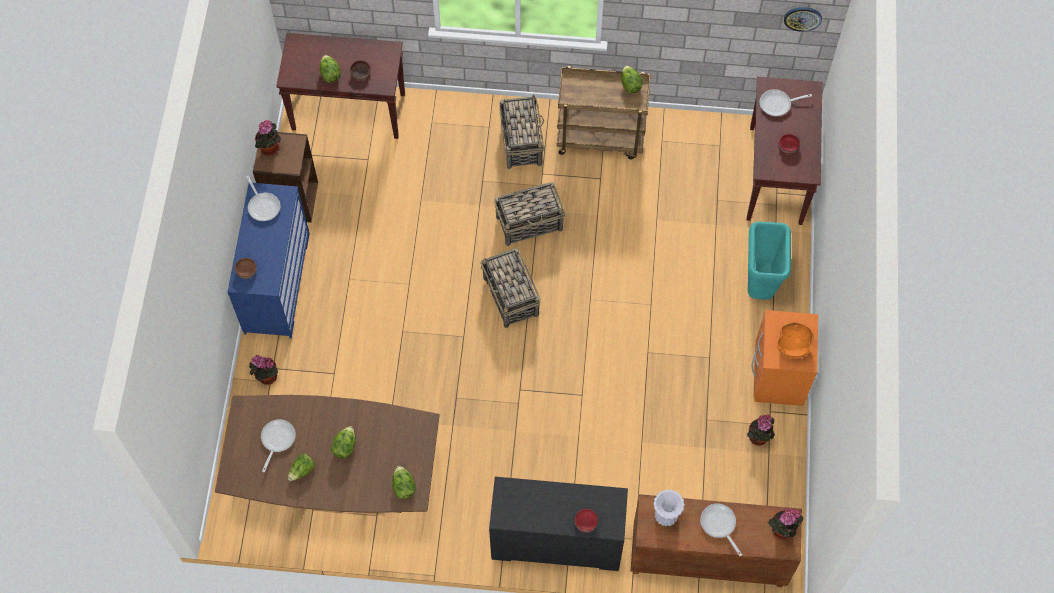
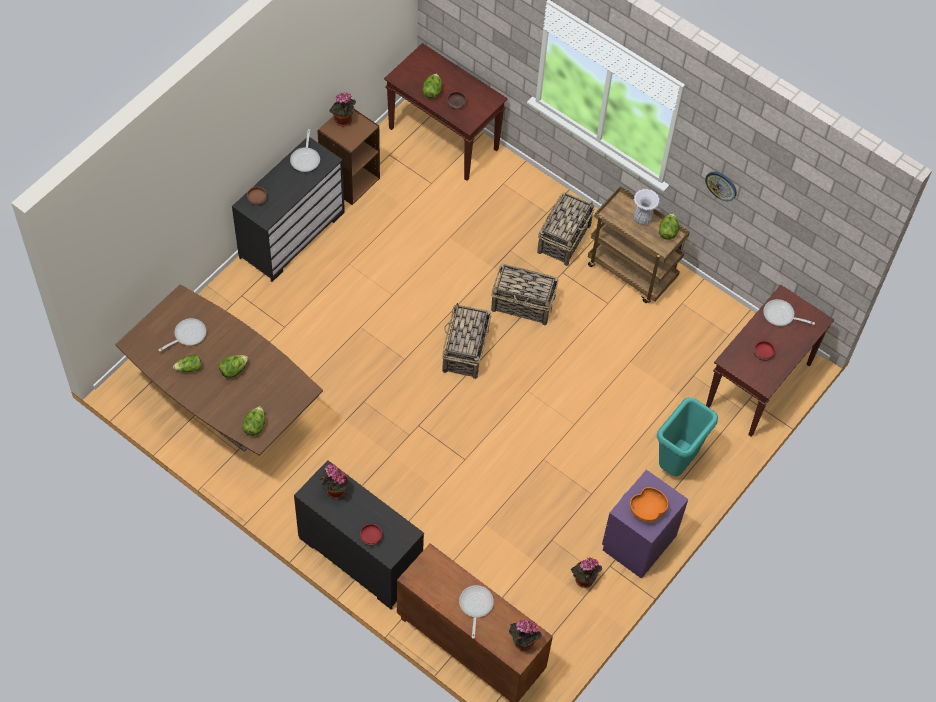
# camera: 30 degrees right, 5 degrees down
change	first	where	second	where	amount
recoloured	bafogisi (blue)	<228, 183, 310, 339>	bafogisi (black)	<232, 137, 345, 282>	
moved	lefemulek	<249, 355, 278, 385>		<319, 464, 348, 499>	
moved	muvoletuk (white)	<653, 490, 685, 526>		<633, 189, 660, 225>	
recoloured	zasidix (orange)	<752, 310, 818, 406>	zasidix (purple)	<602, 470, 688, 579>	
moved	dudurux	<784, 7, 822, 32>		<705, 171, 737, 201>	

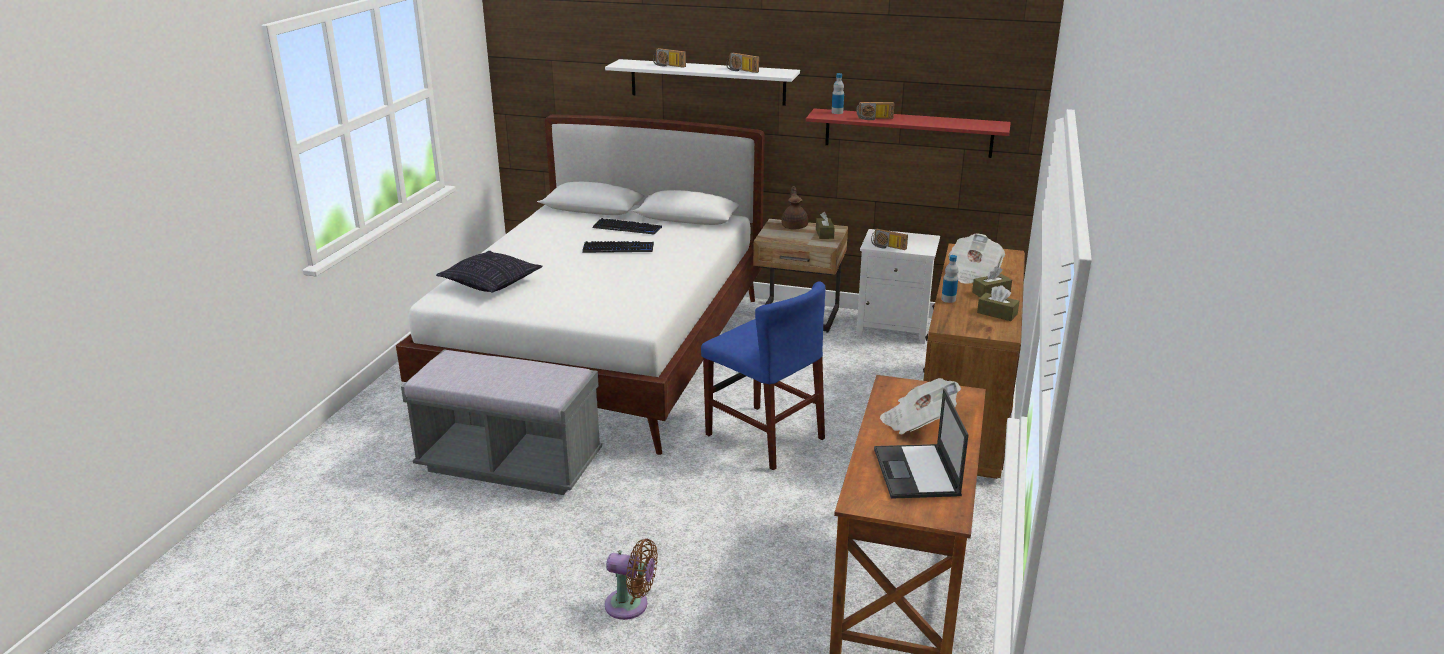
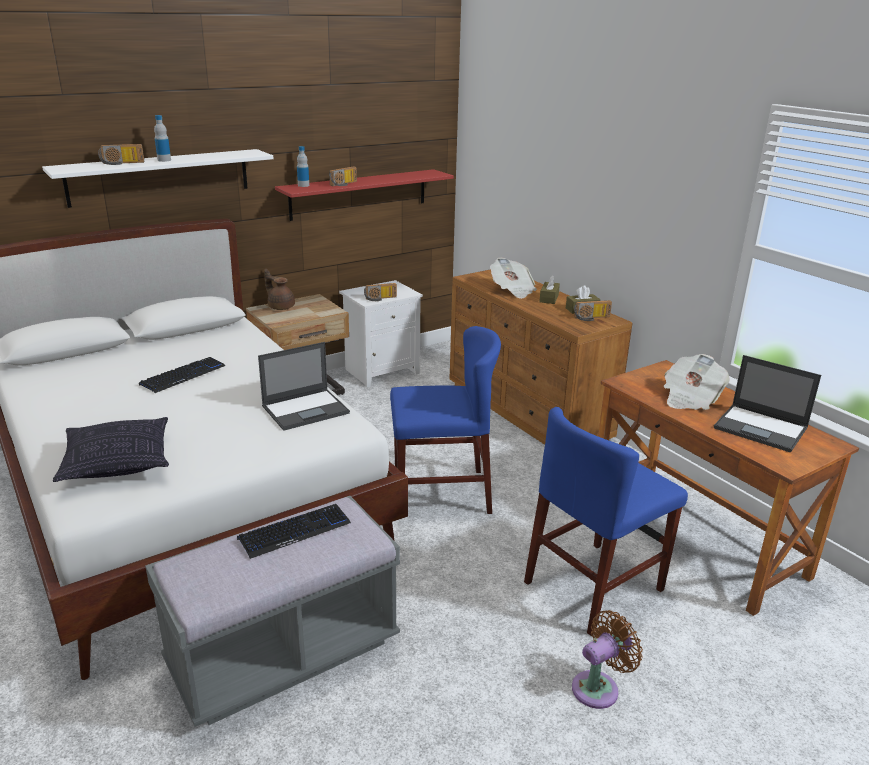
# camera: 50 degrees left, 0 degrees up
change	first	where	second	where	amount
moved	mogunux	<592, 218, 662, 234>		<237, 504, 351, 559>	
moved	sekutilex	<726, 53, 759, 73>		<574, 300, 612, 321>	
removed	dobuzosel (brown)	<816, 212, 835, 239>			
moved	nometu	<941, 255, 958, 303>		<154, 115, 171, 162>	
added			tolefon	<258, 342, 350, 431>	
added			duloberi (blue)	<524, 407, 688, 636>	

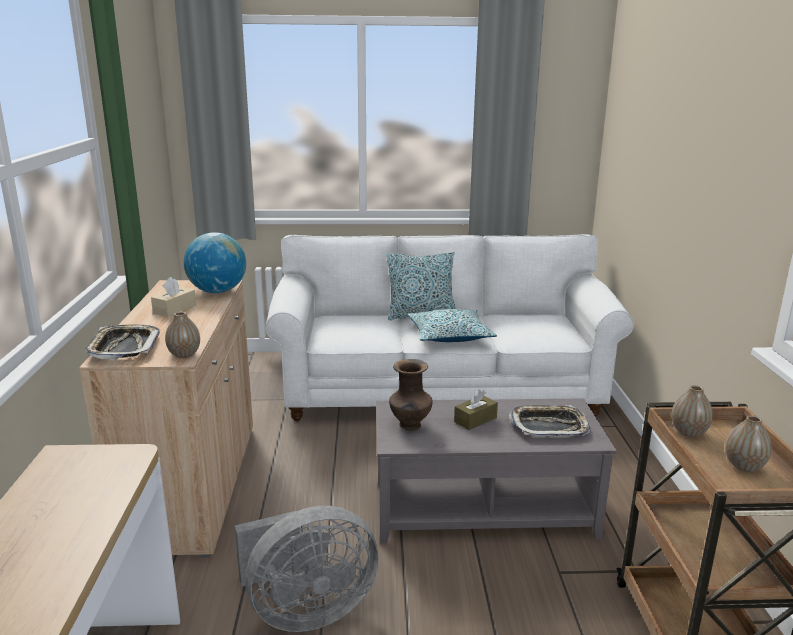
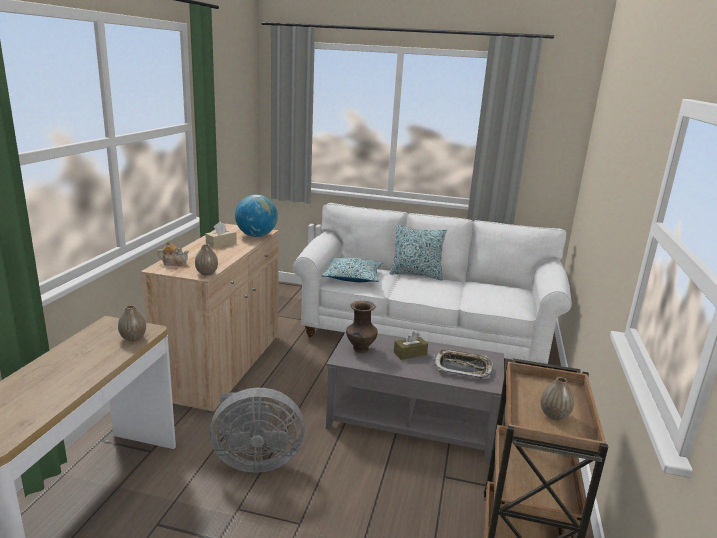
# camera: 15 degrees right, 0 degrees up
change	first	where	second	where	amount
replaced	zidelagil	<85, 325, 160, 360>	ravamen	<157, 241, 189, 266>	
moved	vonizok	<408, 309, 497, 342>		<322, 258, 383, 282>	
moved	muvoletuk	<672, 385, 713, 437>		<118, 305, 146, 341>	

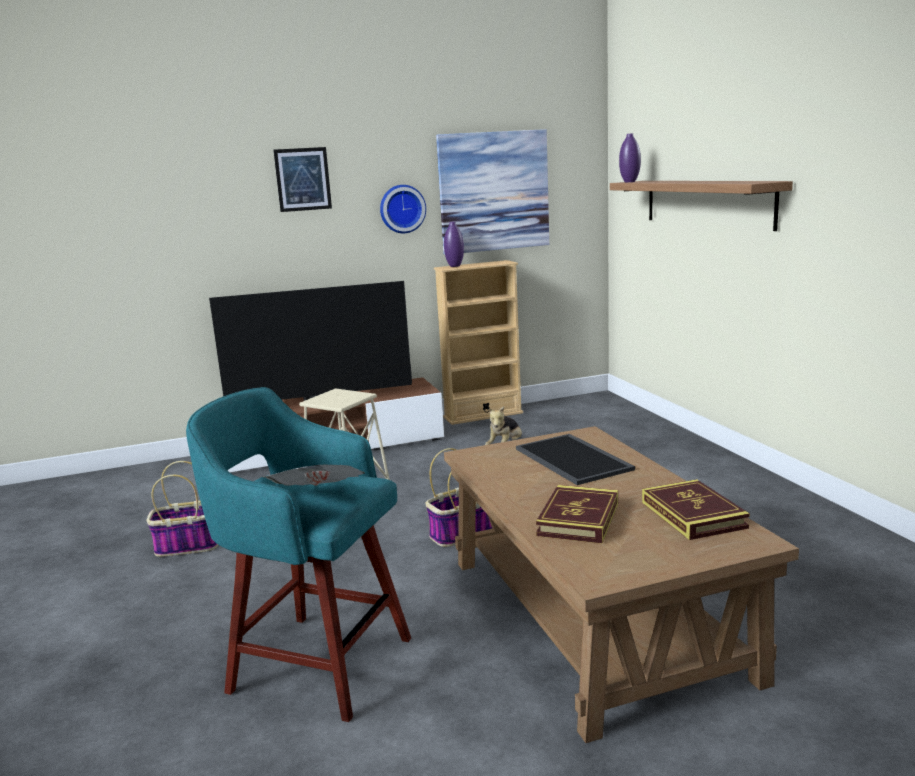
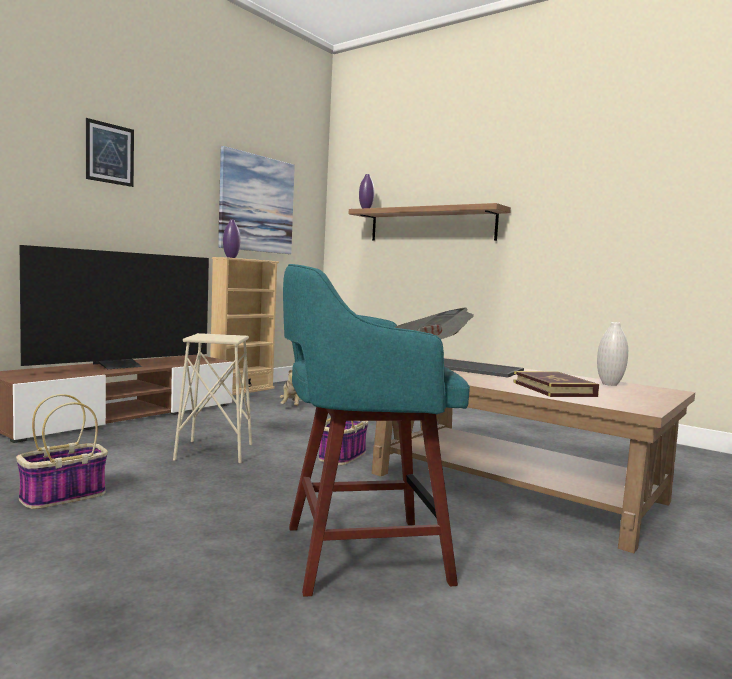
# camera: 35 degrees left, 10 degrees down
change	first	where	second	where	amount
removed	dudurux	<380, 185, 426, 233>			
replaced	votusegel	<642, 479, 750, 540>	muvoletuk (white)	<597, 322, 628, 386>	

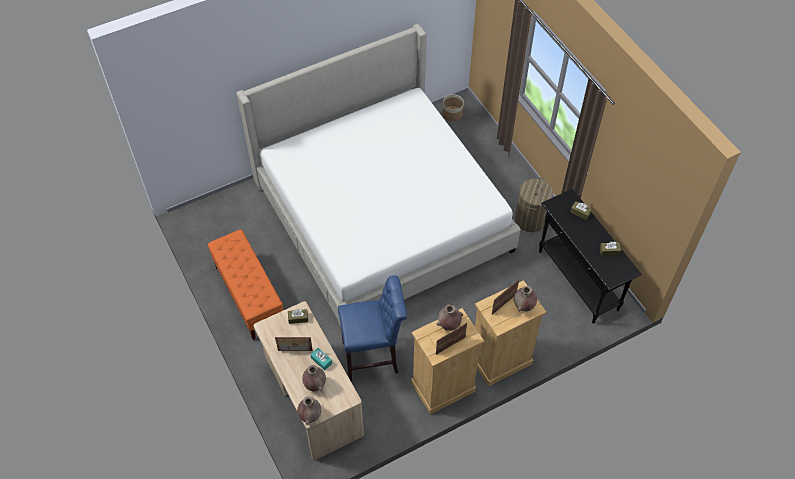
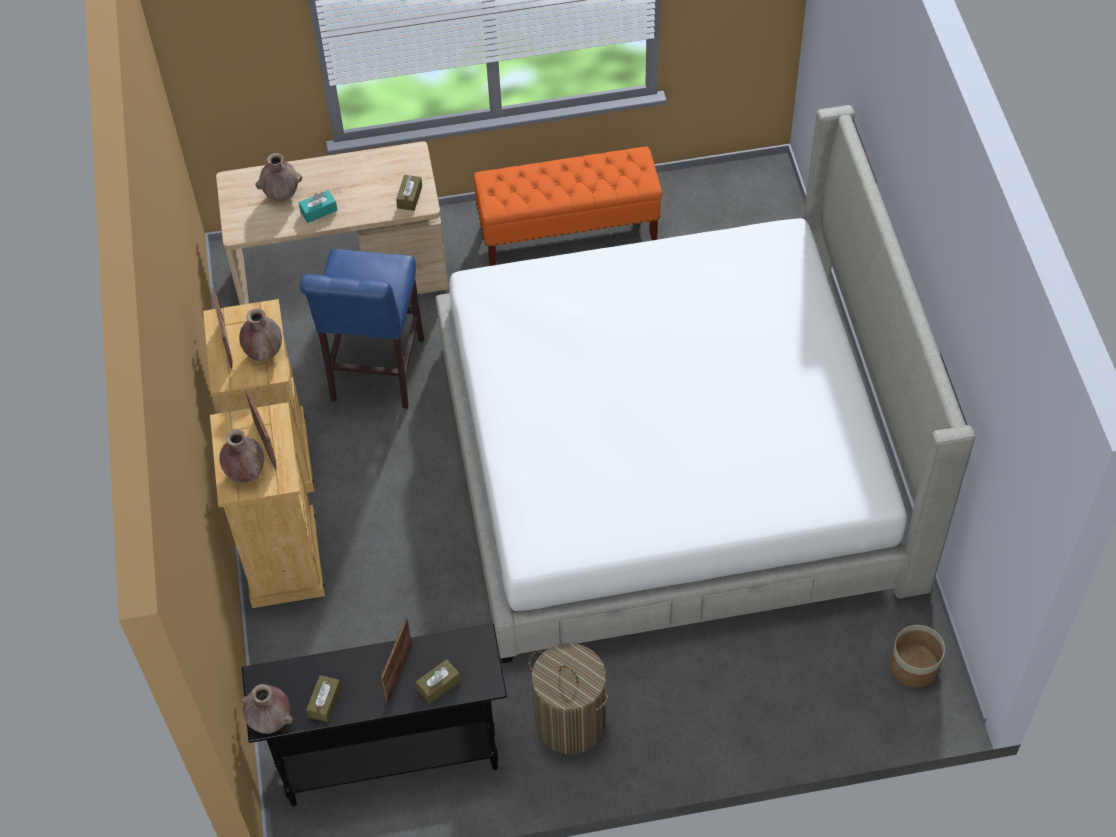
# camera: 110 degrees right, 0 degrees up
change	first	where	second	where	amount
moved	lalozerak	<275, 337, 313, 351>		<381, 618, 412, 704>	
moved	muvoletuk (brown)	<297, 396, 321, 425>		<241, 684, 293, 734>	

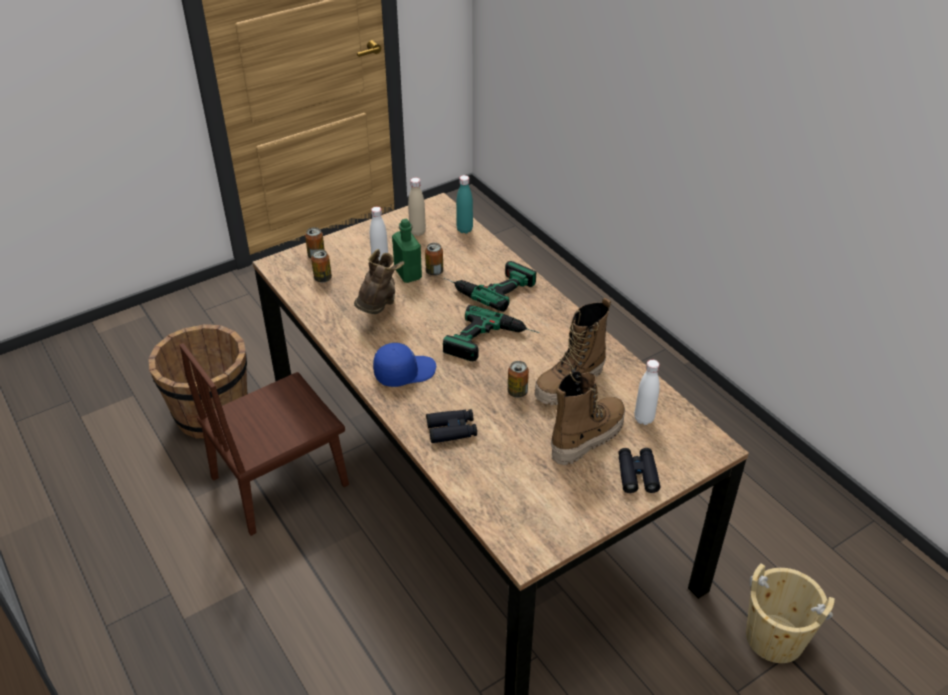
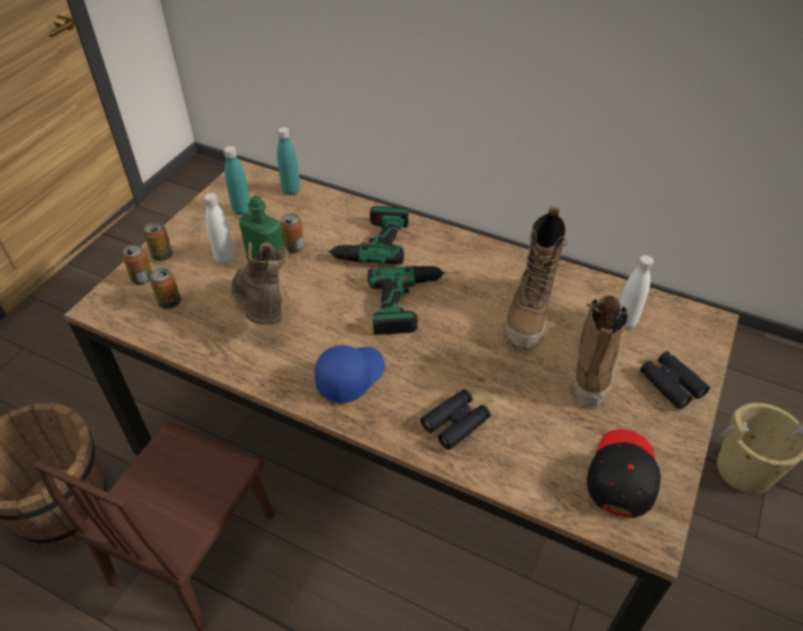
# camera: 30 degrees left, 5 degrees up
change	first	where	second	where	amount
recoloured	nometu (beige)	<408, 178, 426, 236>	nometu (turquoise)	<223, 146, 250, 215>	
moved	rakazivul	<508, 361, 529, 398>		<144, 222, 173, 261>	
added			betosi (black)	<587, 429, 661, 518>	

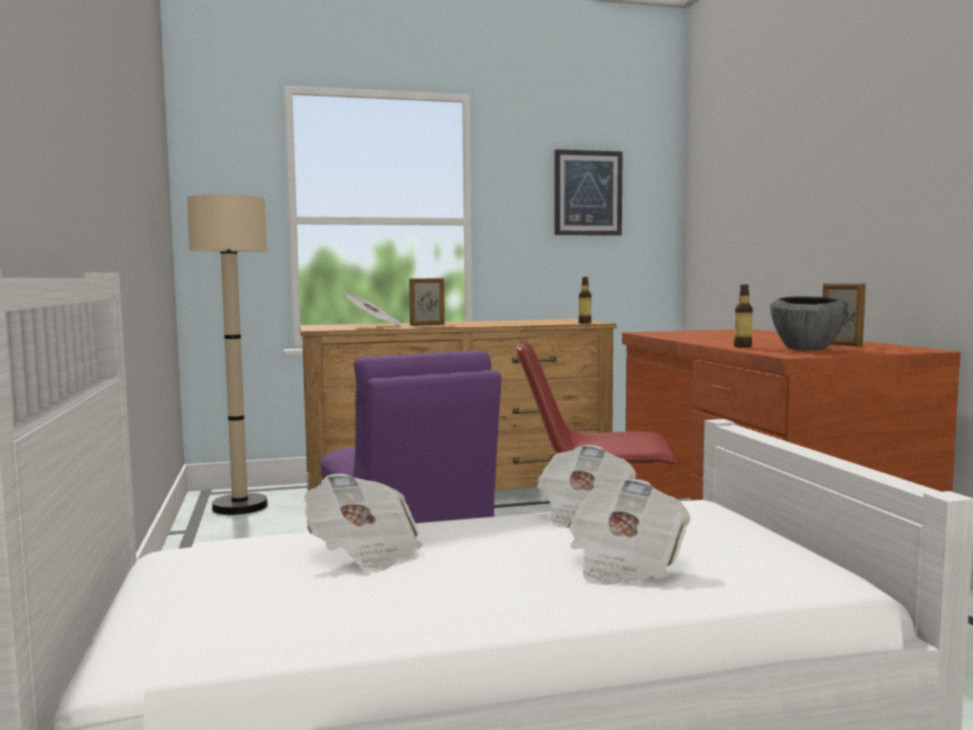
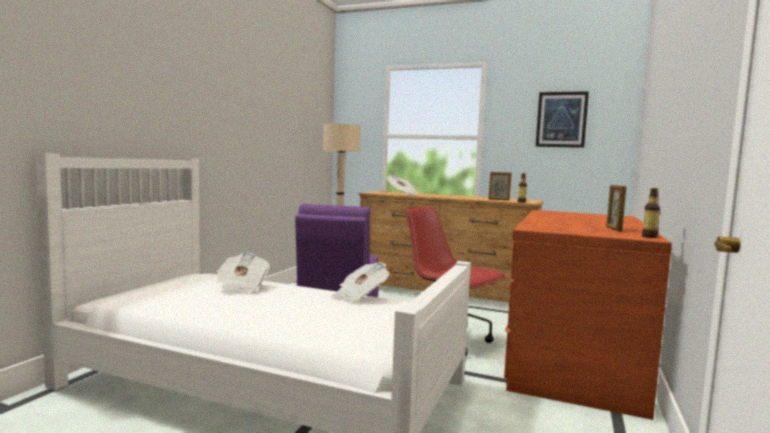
# camera: 35 degrees right, 0 degrees up
change	first	where	second	where	amount
moved	lalozerak	<409, 278, 445, 326>		<488, 172, 511, 200>	
removed	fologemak	<568, 479, 690, 585>			
moved	nometu	<734, 284, 753, 348>		<642, 188, 660, 238>	
removed	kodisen	<770, 296, 847, 350>			

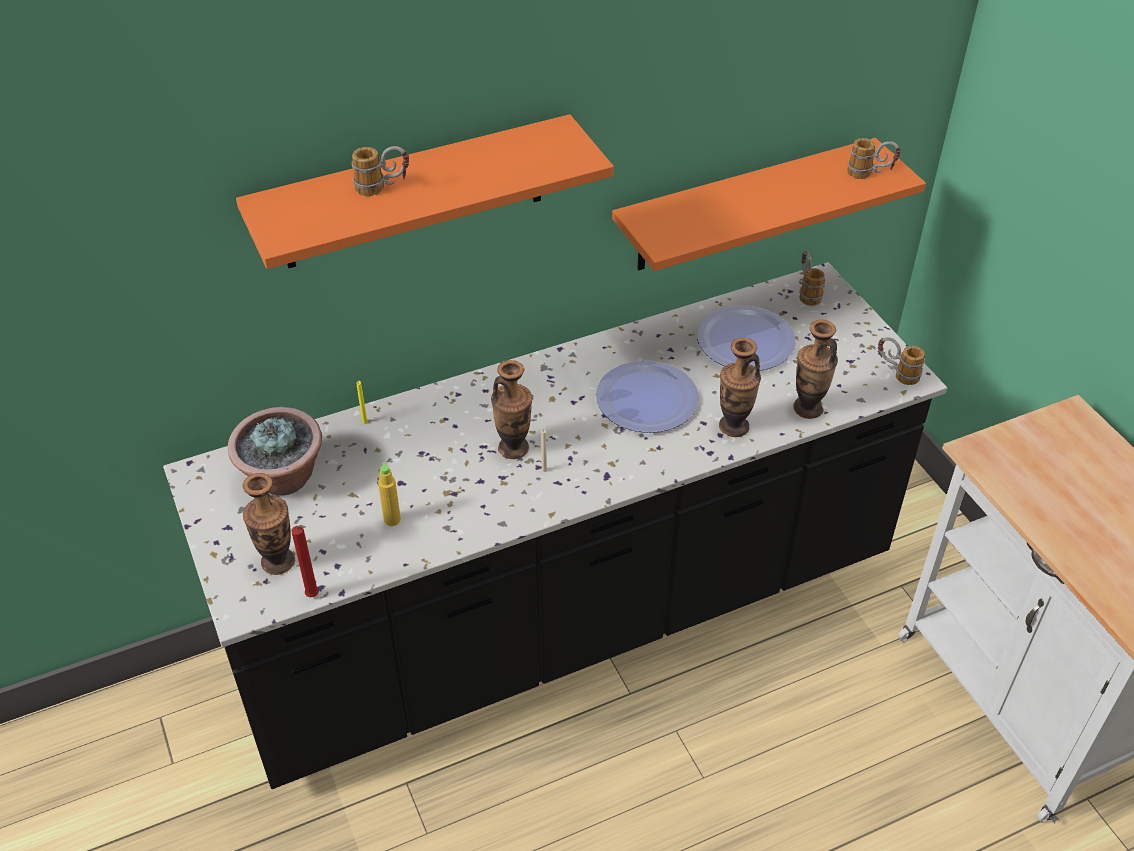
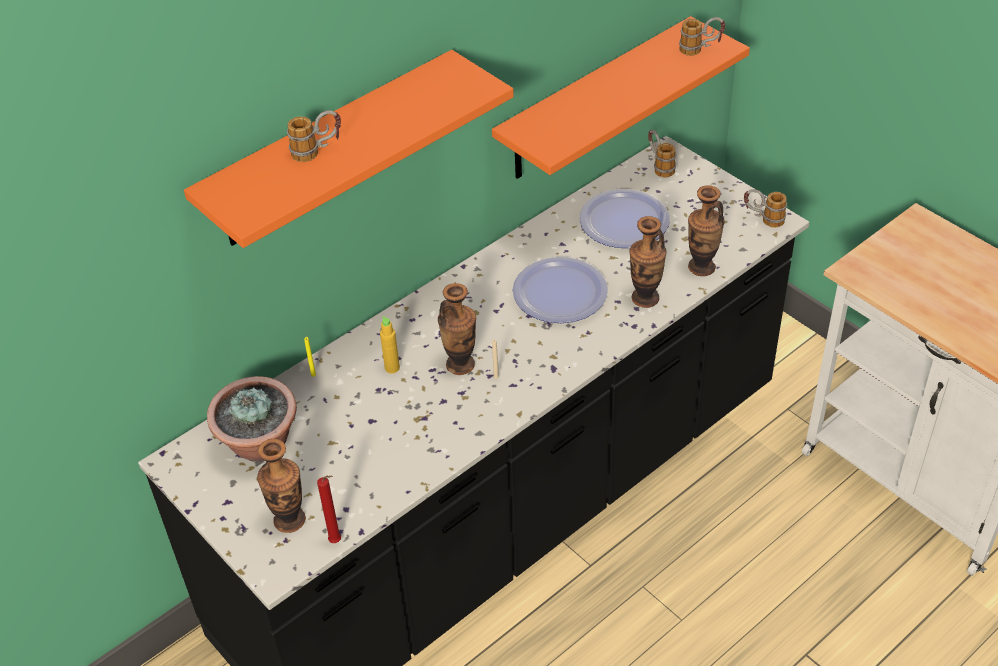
# camera: 15 degrees left, 0 degrees up
change	first	where	second	where	amount
moved	nometu (yellow)	<378, 463, 401, 526>		<380, 316, 400, 374>	

